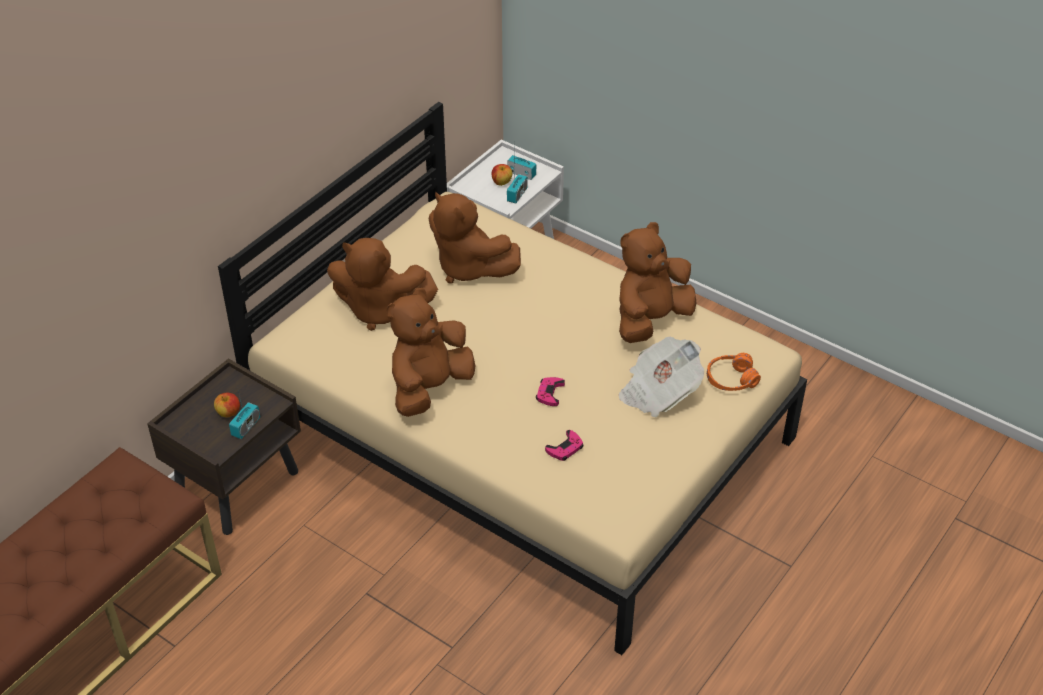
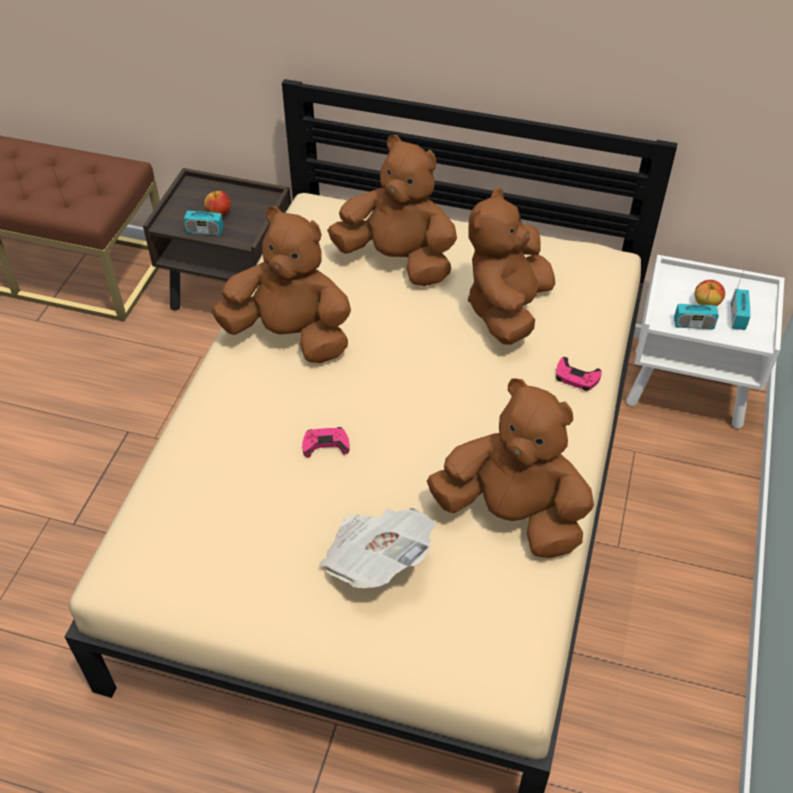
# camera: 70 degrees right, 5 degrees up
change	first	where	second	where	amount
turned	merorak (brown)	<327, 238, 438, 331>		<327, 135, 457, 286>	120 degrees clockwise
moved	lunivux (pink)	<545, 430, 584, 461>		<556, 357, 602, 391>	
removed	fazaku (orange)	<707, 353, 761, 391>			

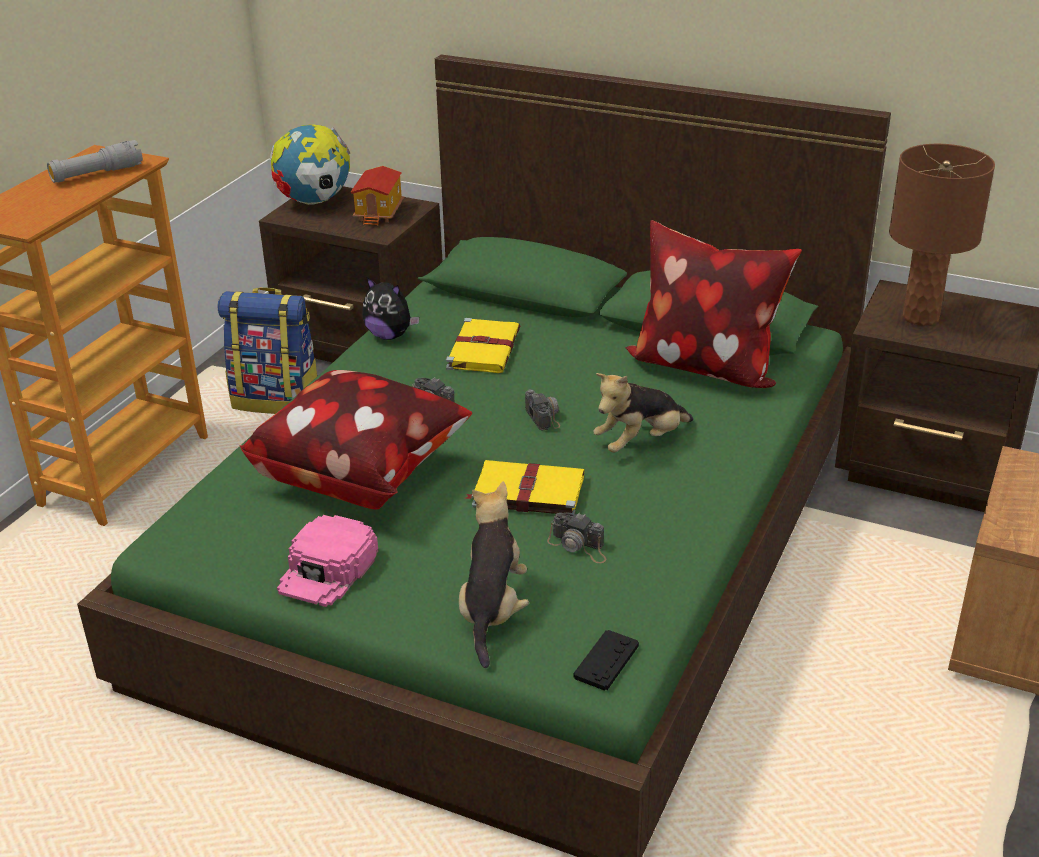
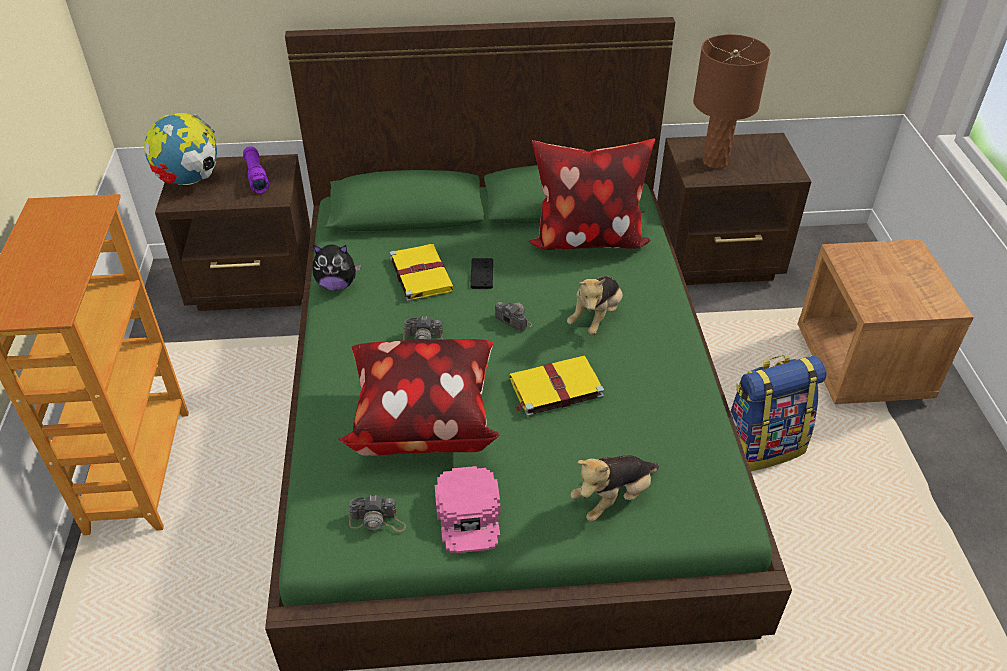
# camera: 30 degrees left, 10 degrees up
change	first	where	second	where	amount
removed	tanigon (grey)	<47, 140, 143, 183>			
moved	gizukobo	<217, 287, 317, 414>		<730, 355, 827, 471>	
replaced	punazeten	<351, 166, 404, 226>	tanigon (purple)	<243, 146, 269, 194>	
turned	merorak	<459, 482, 529, 668>		<571, 455, 659, 522>	105 degrees counterclockwise
moved	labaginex	<547, 513, 606, 563>		<349, 495, 406, 532>	
moved	lunivux (black)	<574, 630, 639, 691>		<470, 258, 493, 289>	

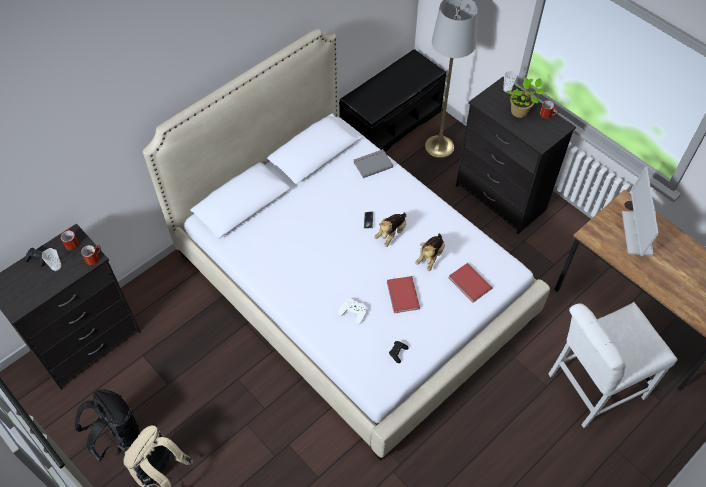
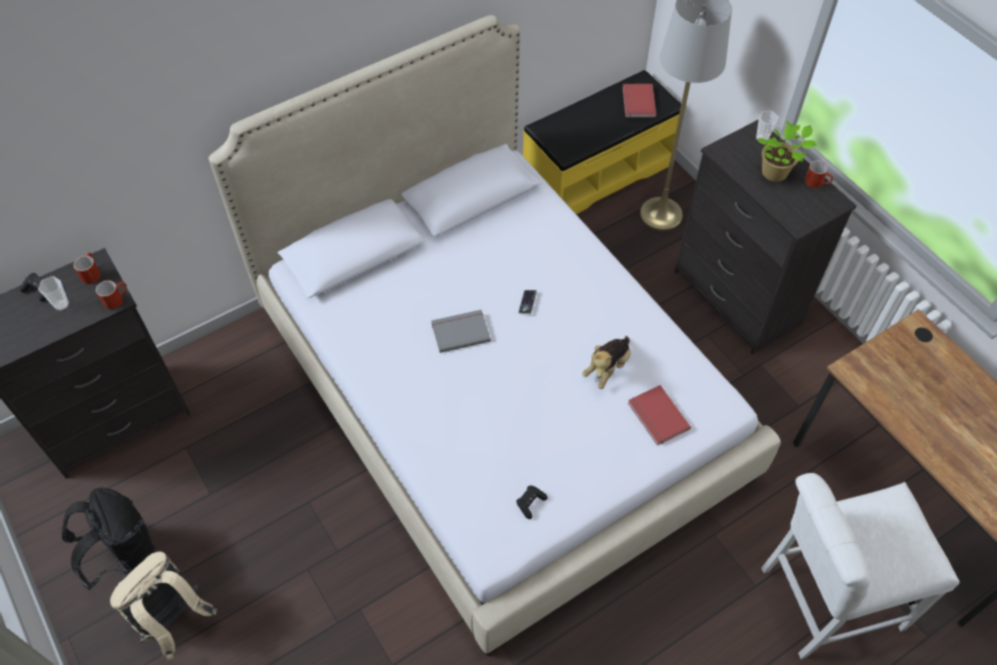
# camera: 10 degrees right, 0 degrees up
change	first	where	second	where	amount
removed	lunivux (white)	<338, 298, 367, 324>			
recoloured	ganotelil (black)	<339, 49, 447, 152>	ganotelil (yellow)	<523, 70, 685, 214>	
moved	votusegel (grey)	<354, 149, 393, 178>		<431, 310, 491, 353>	
removed	merorak	<374, 213, 406, 247>			
moved	votusegel (red)	<387, 276, 420, 313>		<622, 84, 657, 118>	
removed	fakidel	<622, 167, 659, 256>			

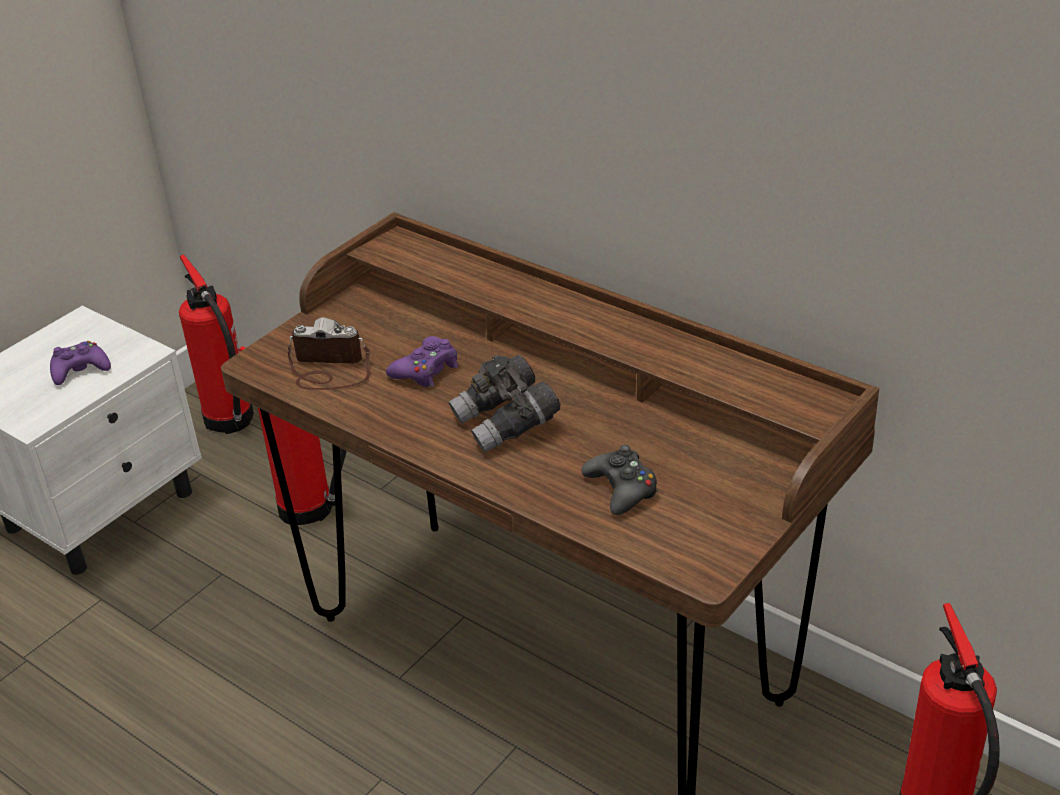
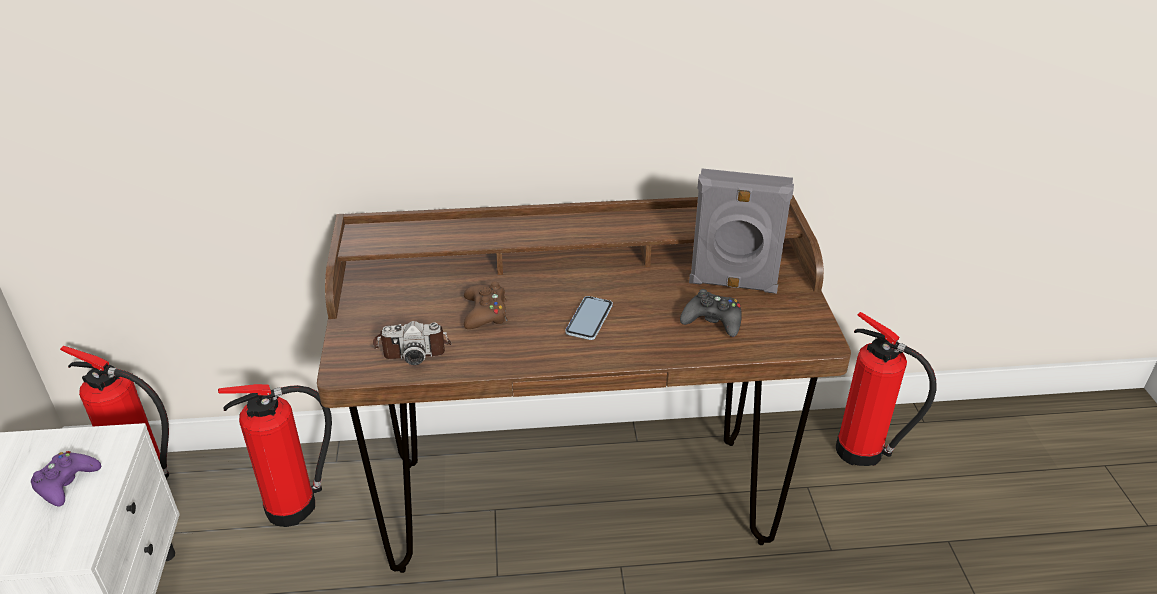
# camera: 45 degrees left, 0 degrees up
change	first	where	second	where	amount
turned	labaginex	<288, 317, 370, 390>		<373, 321, 451, 365>	150 degrees counterclockwise
recoloured	lunivux (purple)	<386, 336, 458, 387>	lunivux (brown)	<464, 281, 508, 329>	
replaced	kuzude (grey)	<448, 355, 561, 453>	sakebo	<565, 296, 613, 340>	
added			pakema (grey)	<689, 169, 794, 294>	

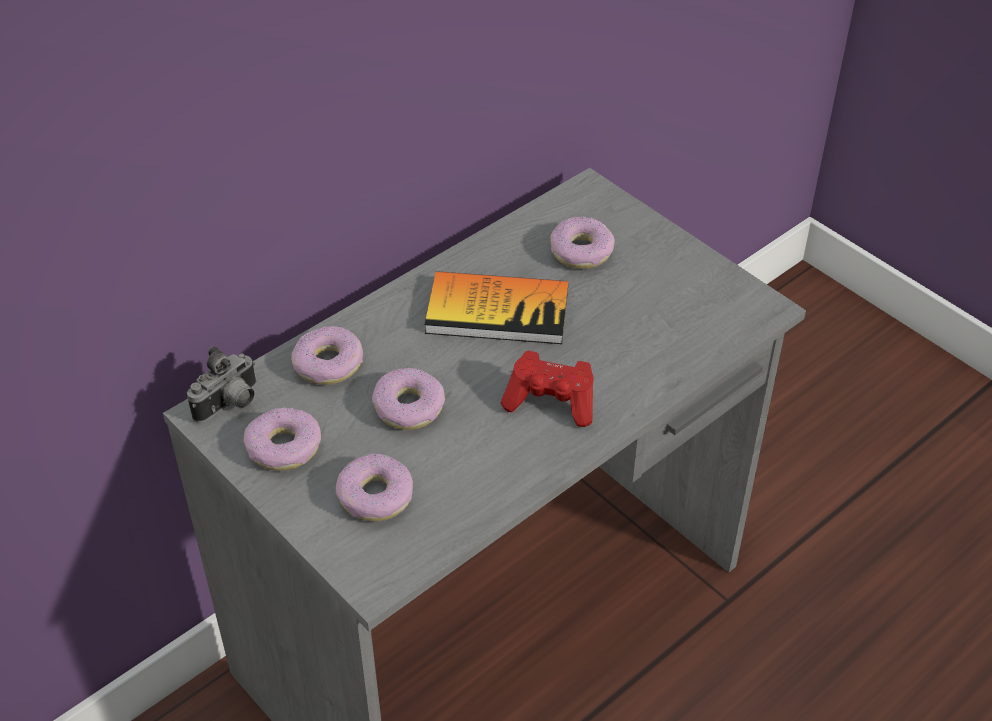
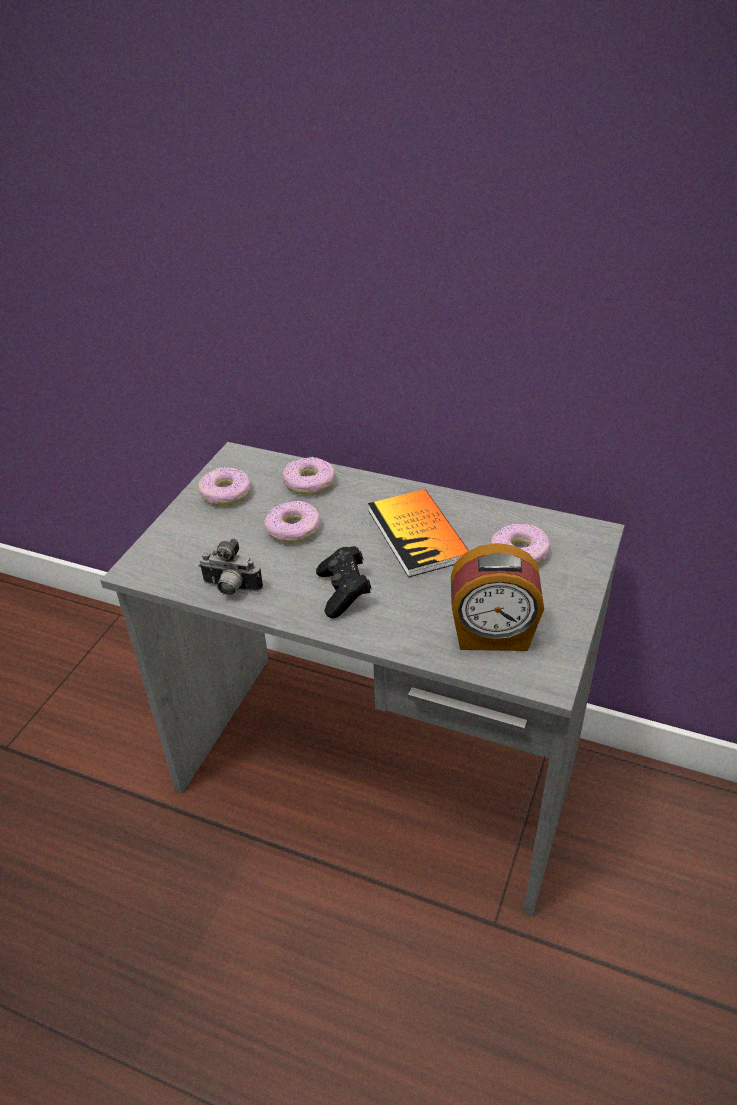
# camera: 65 degrees right, 5 degrees down
change	first	where	second	where	amount
moved	labaginex	<187, 346, 256, 423>		<198, 538, 263, 596>	
removed	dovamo	<336, 453, 413, 521>			
recoloured	lunivux (red)	<501, 351, 594, 427>	lunivux (black)	<316, 546, 371, 619>	
added			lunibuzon	<451, 543, 544, 651>	

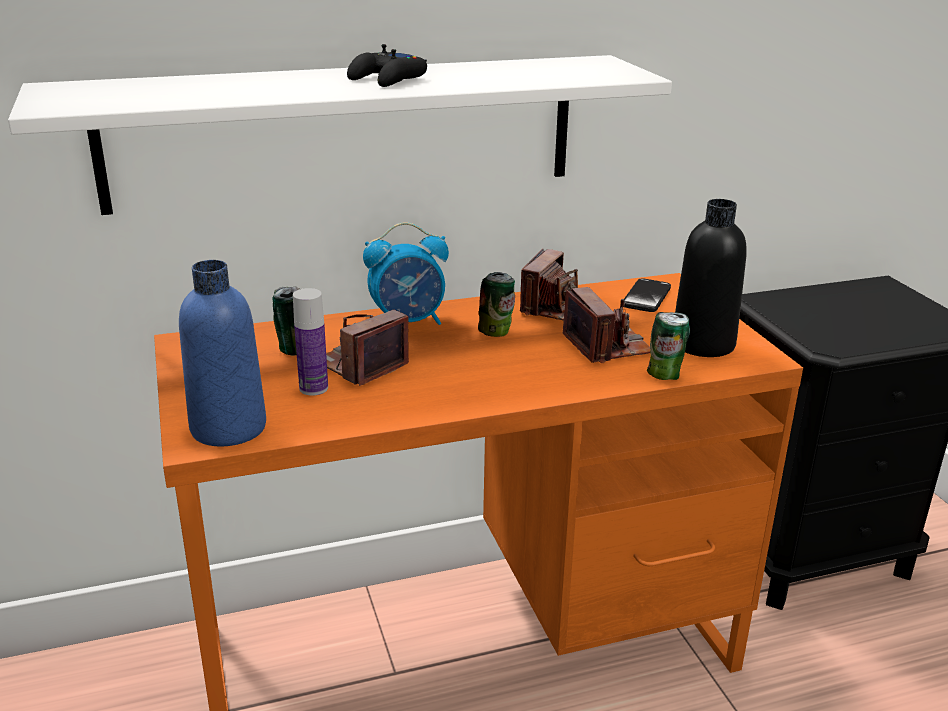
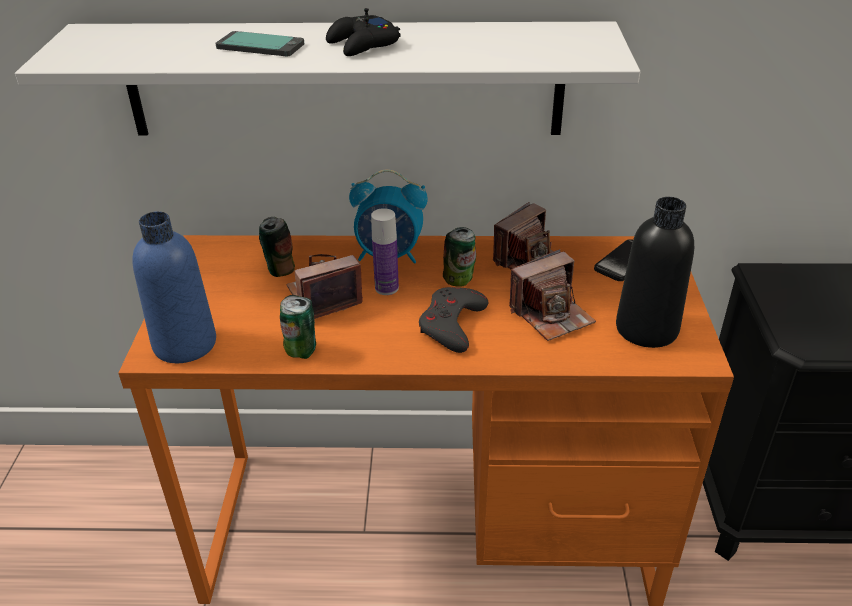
# camera: 20 degrees right, 10 degrees up
change	first	where	second	where	amount
moved	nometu	<293, 288, 328, 396>		<371, 208, 399, 295>	
turned	labaginex	<563, 287, 650, 363>		<509, 249, 596, 341>	60 degrees clockwise
moved	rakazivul	<647, 312, 690, 380>		<280, 295, 316, 359>	
added			sakebo	<216, 31, 305, 57>	
added			lunivux (grey)	<419, 287, 489, 353>	

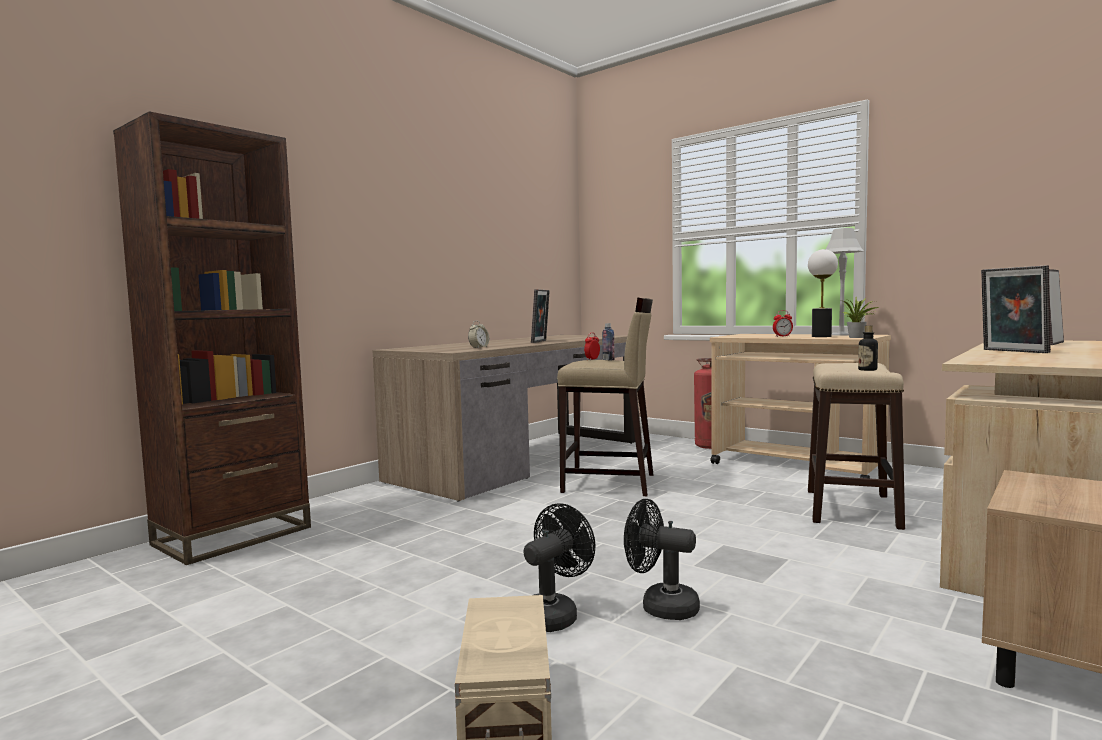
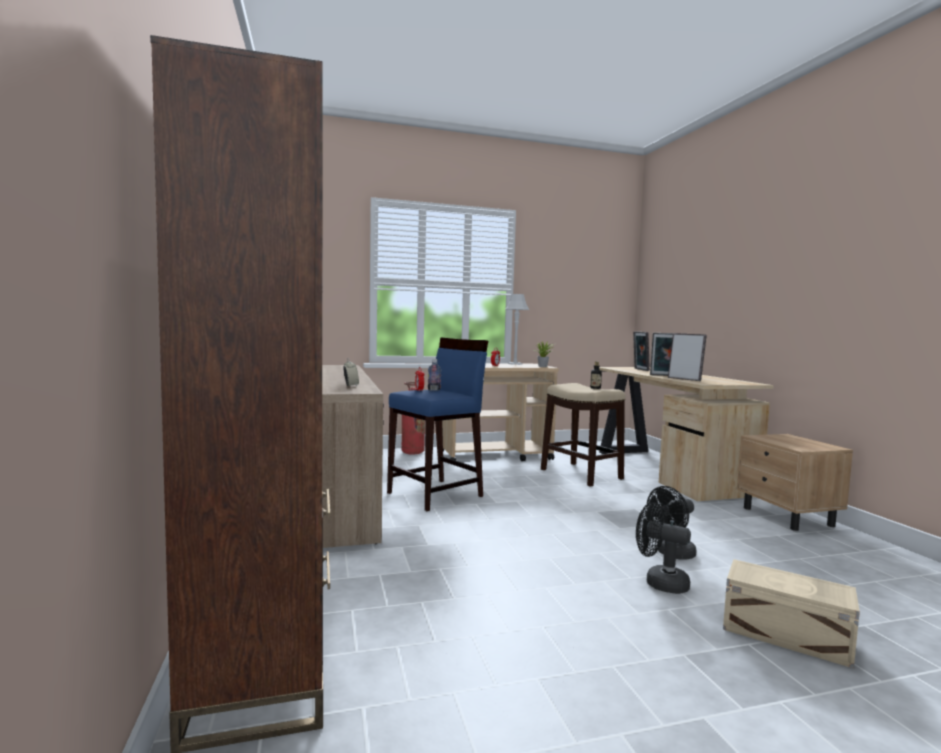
# camera: 55 degrees left, 0 degrees up
change	first	where	second	where	amount
turned	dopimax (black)	<524, 503, 595, 632>		<636, 502, 691, 594>	45 degrees counterclockwise
moved	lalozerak	<531, 289, 550, 343>		<668, 333, 707, 381>	
recoloured	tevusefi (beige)	<557, 298, 653, 496>	tevusefi (blue)	<387, 337, 488, 511>	
removed	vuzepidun	<808, 249, 838, 337>			

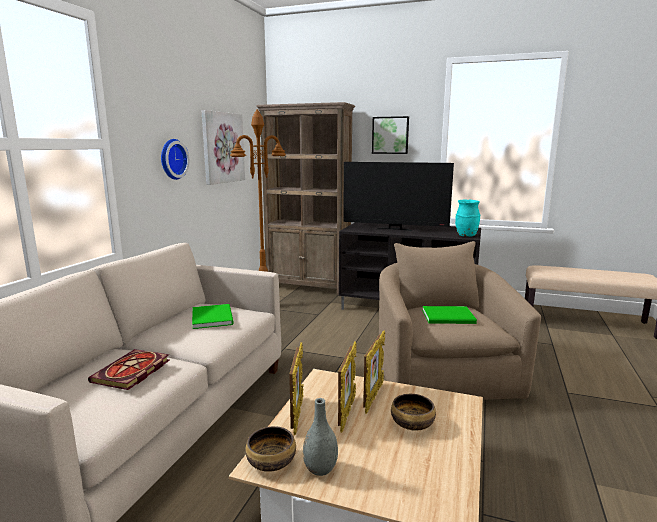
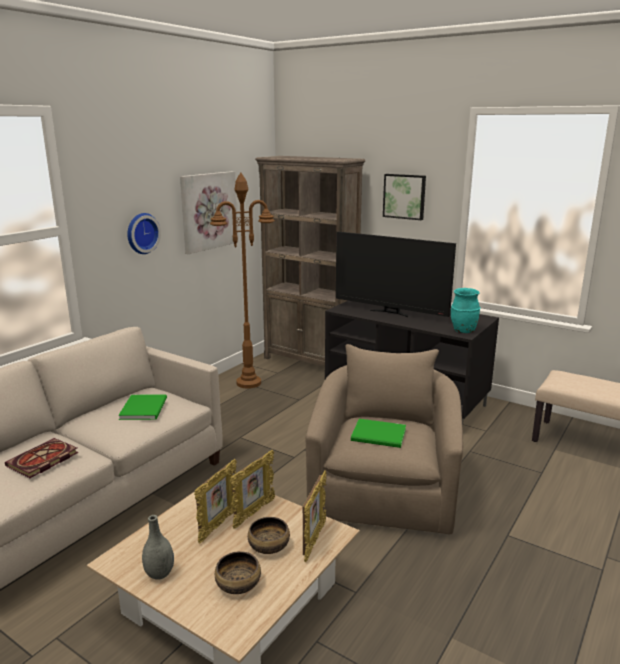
# camera: 15 degrees right, 5 degrees up
change	first	where	second	where	amount
moved	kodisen	<245, 426, 296, 472>		<215, 551, 261, 594>	
moved	lalozerak	<289, 342, 304, 435>		<303, 471, 327, 562>	

